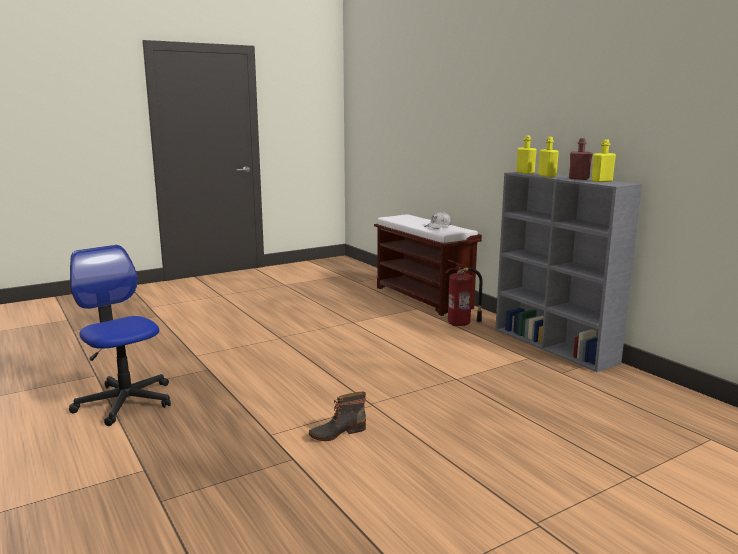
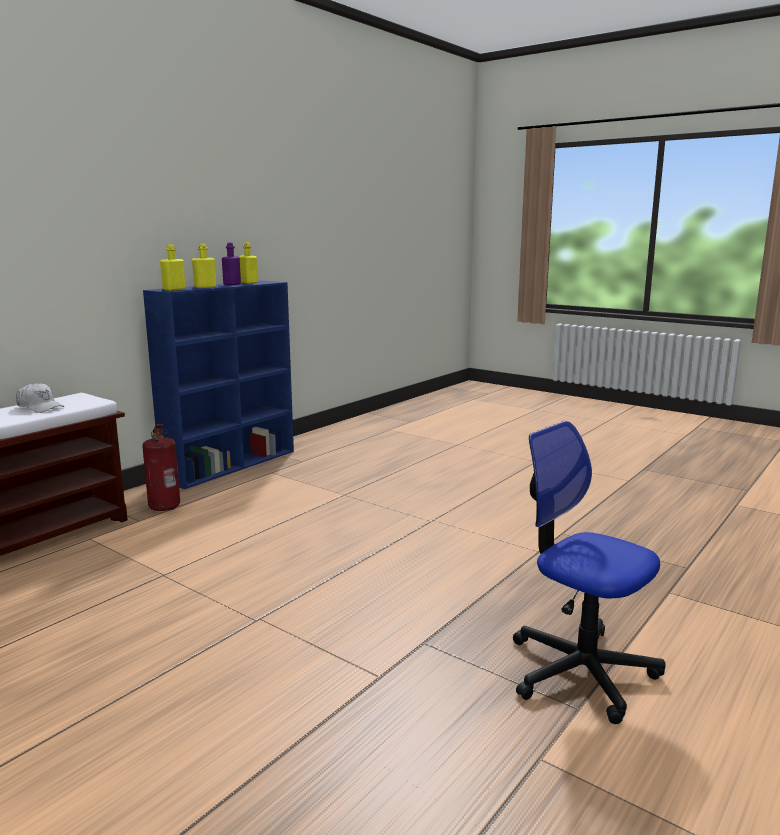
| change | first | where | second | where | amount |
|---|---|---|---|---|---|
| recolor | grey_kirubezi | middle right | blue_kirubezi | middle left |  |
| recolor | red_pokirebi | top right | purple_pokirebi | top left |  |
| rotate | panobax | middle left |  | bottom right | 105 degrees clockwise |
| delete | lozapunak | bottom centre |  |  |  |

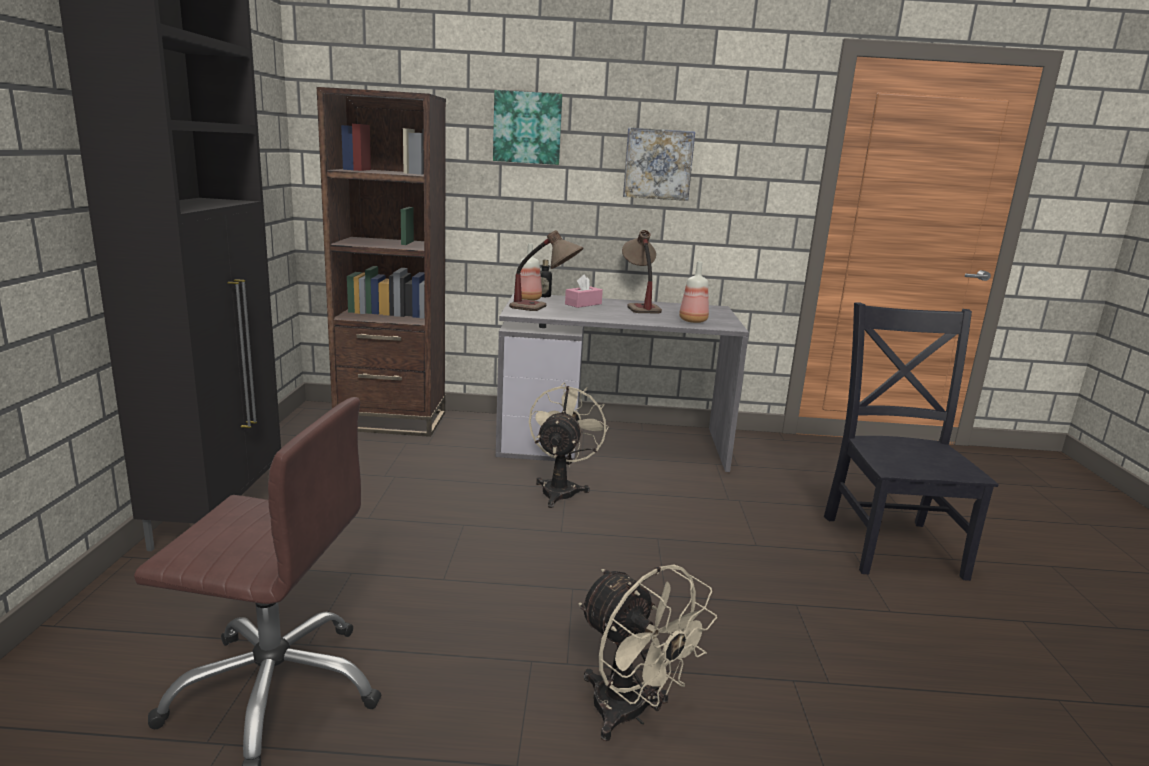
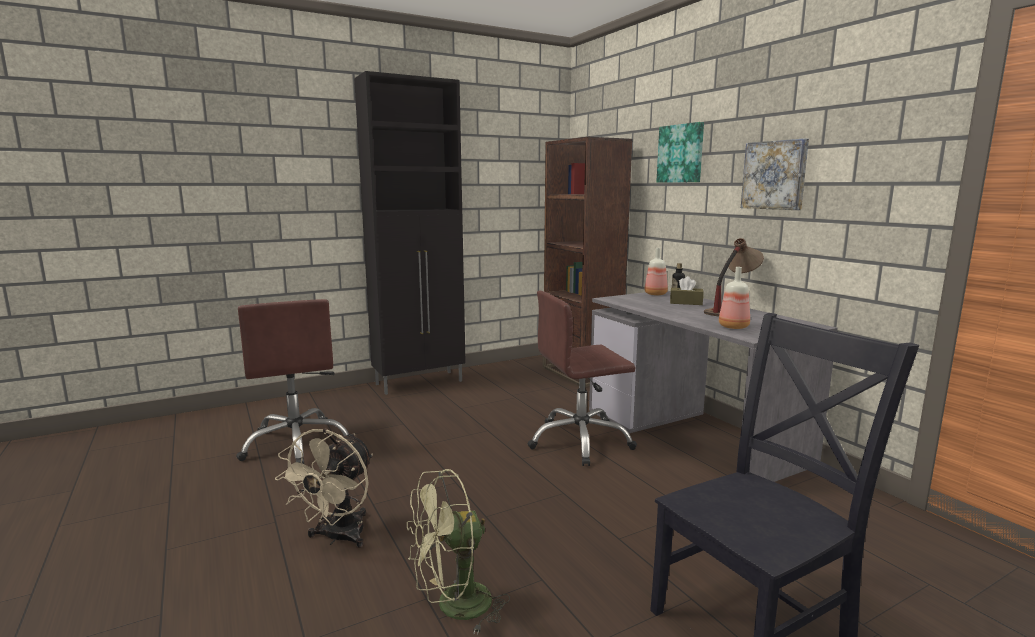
| change | first | where | second | where | amount |
|---|---|---|---|---|---|
| insert |  |  | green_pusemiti | bottom centre |  |
| replace | beige_pusemiti (1st from left) | centre | brown_panobax (2nd from left) | centre |  |
| recolor | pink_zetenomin | centre | brown_zetenomin | centre |  |
| delete | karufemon (1st from left) | centre |  |  |  |

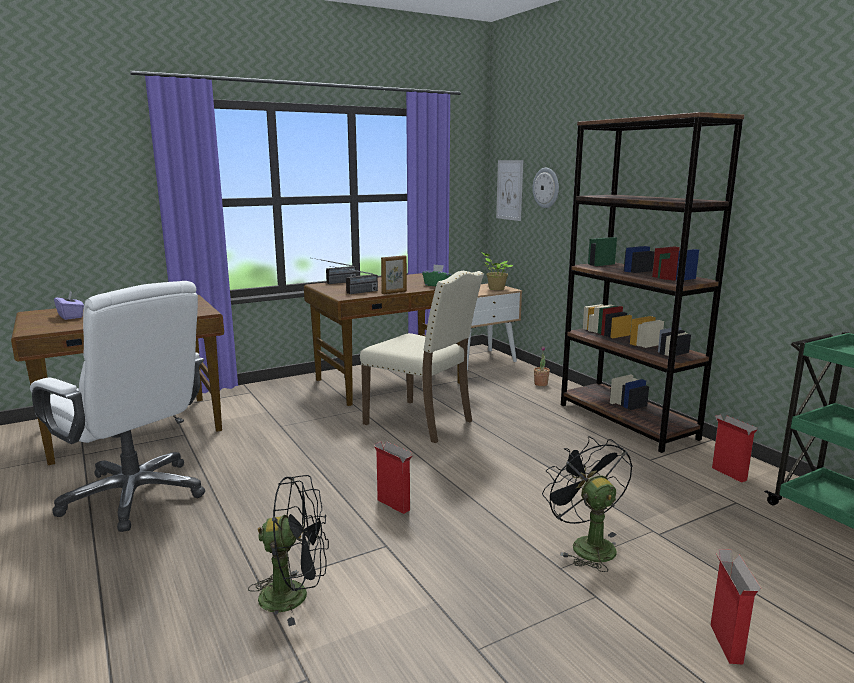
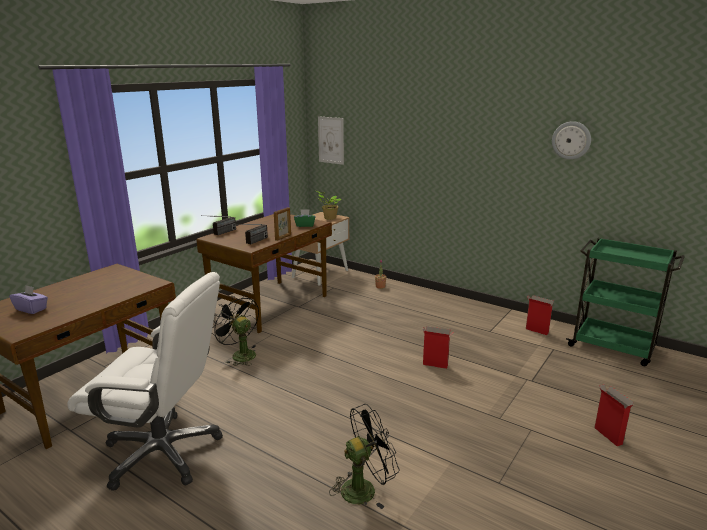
| change | first | where | second | where | amount |
|---|---|---|---|---|---|
| move | black_pusemiti (2nd from left in the first image) | bottom right | black_pusemiti (1st from left) | middle left |  |
| move | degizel (1st from left) | bottom centre |  | centre |  |
| move | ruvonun | top centre |  | top right |  |
| delete | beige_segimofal | centre |  |  |  |
| delete | brown_kirubezi | middle right |  |  |  |

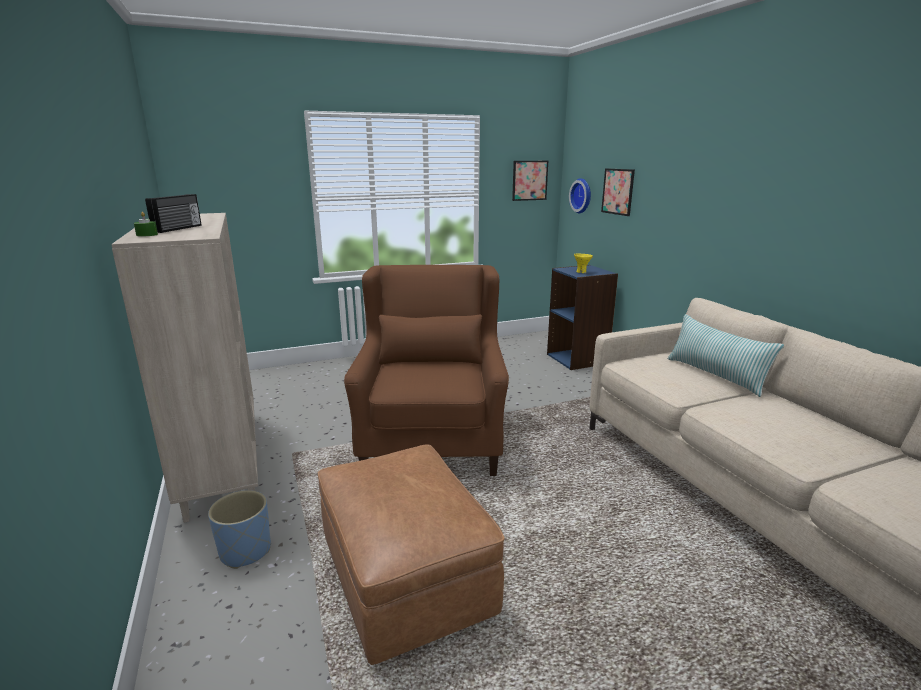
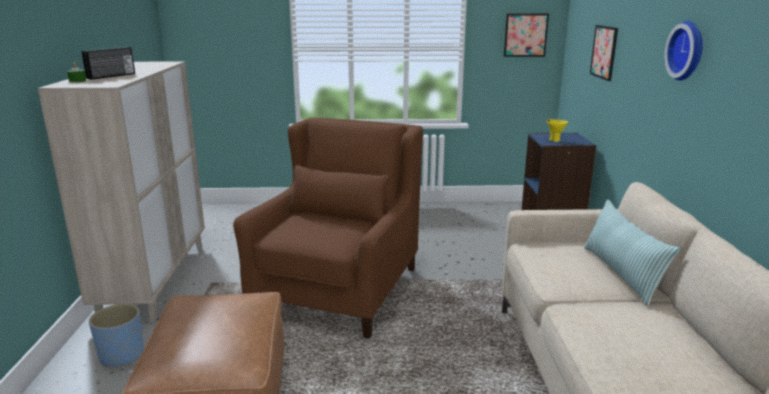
| change | first | where | second | where | amount |
|---|---|---|---|---|---|
| move | ruvonun | top centre |  | top right |  |

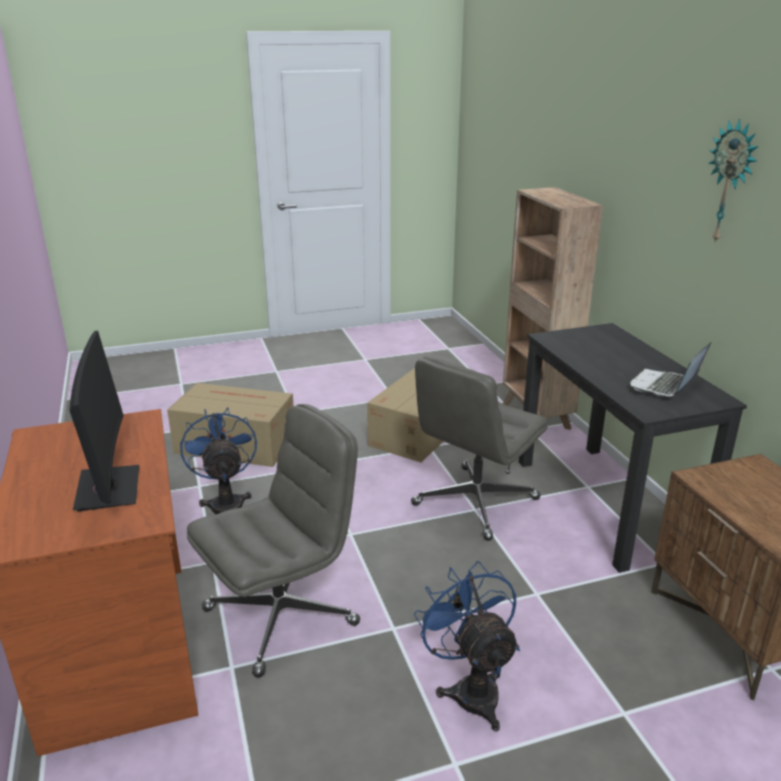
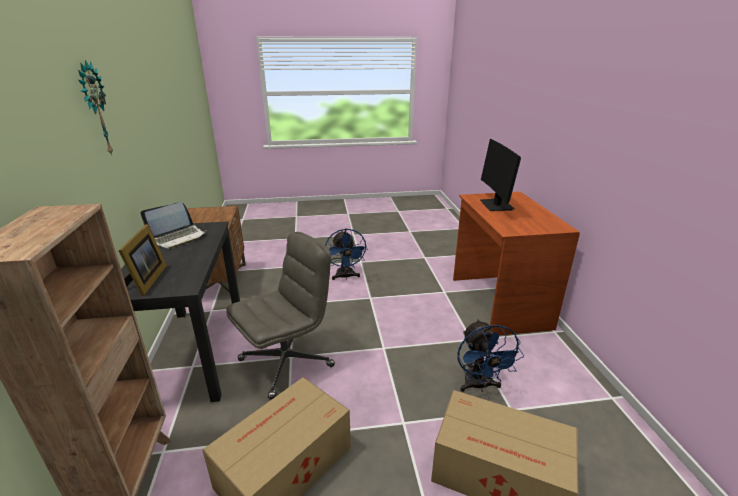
| change | first | where | second | where | amount |
|---|---|---|---|---|---|
| insert |  |  | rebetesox | middle left |  |
| delete | grey_panobax (1st from left) | bottom centre |  |  |  |

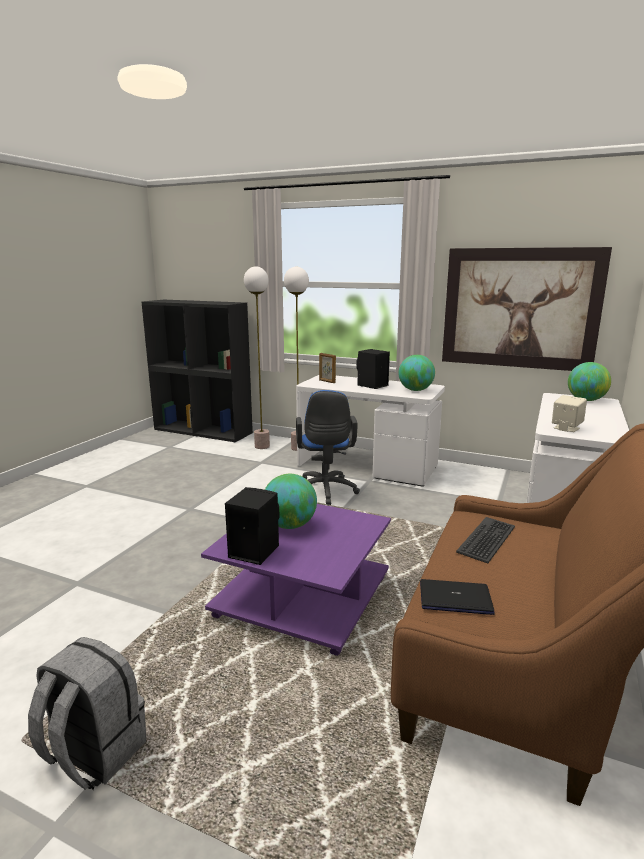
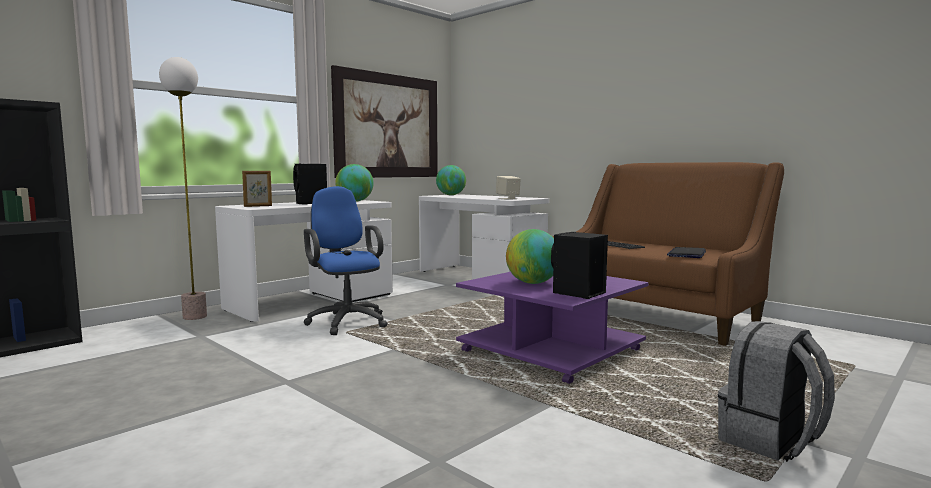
| change | first | where | second | where | amount |
|---|---|---|---|---|---|
| rotate | blue_panobax | centre |  | centre | 135 degrees counterclockwise |
| delete | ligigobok (1st from left) | centre |  |  |  |

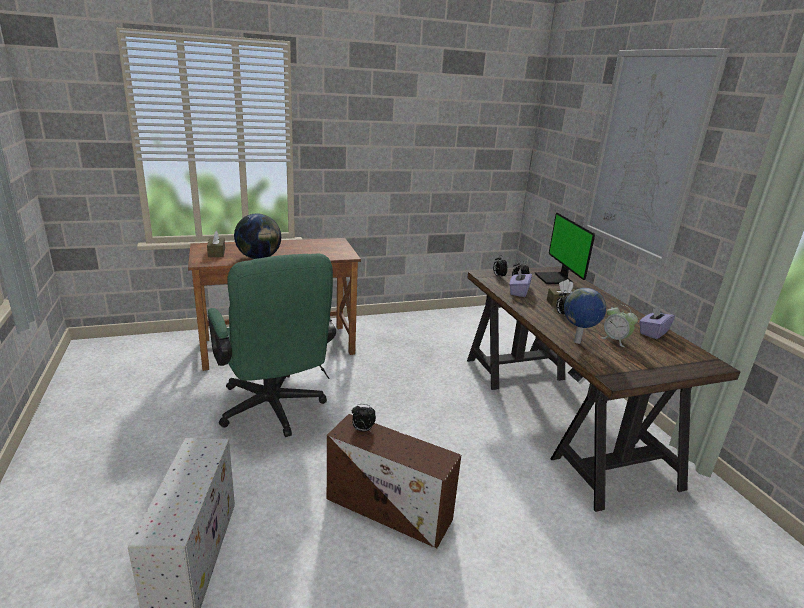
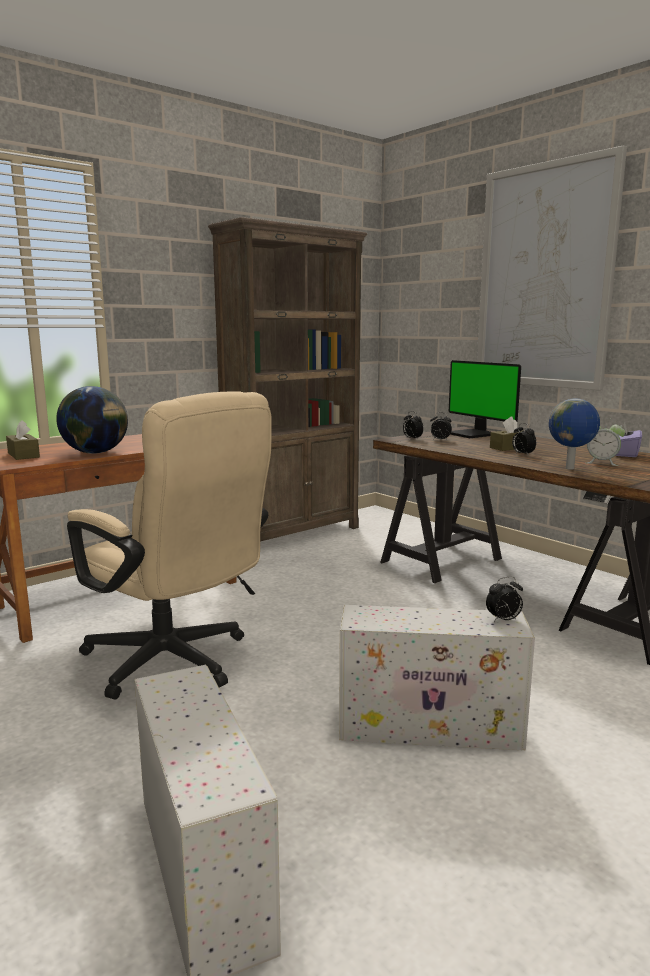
| change | first | where | second | where | amount |
|---|---|---|---|---|---|
| recolor | green_panobax | centre | beige_panobax | middle left |  |
| insert |  |  | brown_kirubezi | centre |  |
| recolor | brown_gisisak | bottom centre | white_gisisak (2nd from left) | bottom right |  |
| move | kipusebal (1st from left in the first image) | bottom centre | kipusebal (3rd from left) | middle right |  |
| delete | purple_zetenomin (1st from left) | centre |  |  |  |

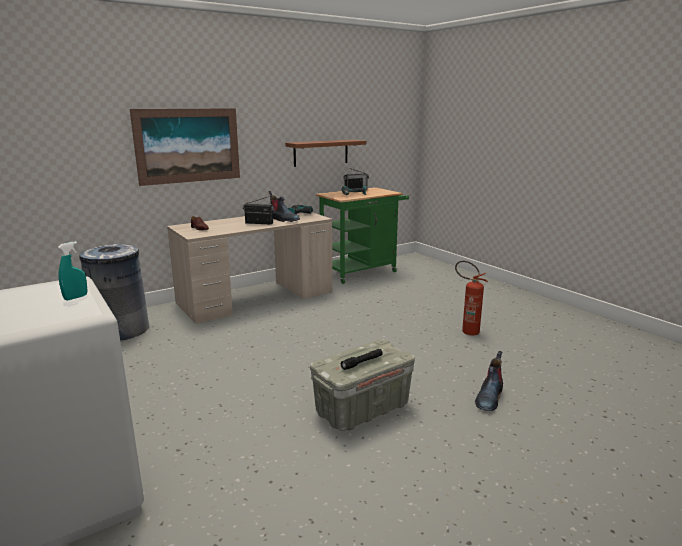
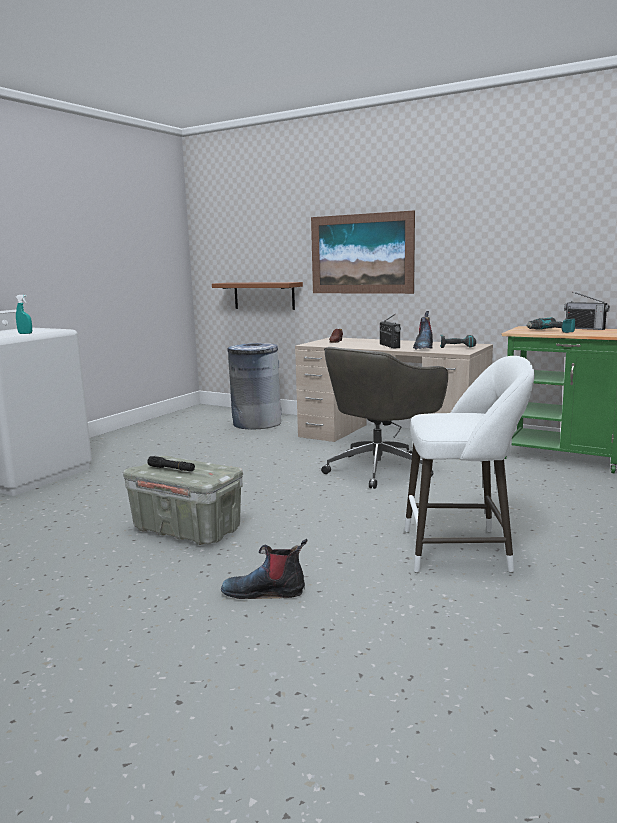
| change | first | where | second | where | amount |
|---|---|---|---|---|---|
| move | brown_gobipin | top centre |  | centre |  |
| insert |  |  | grey_panobax | centre |  |
| replace | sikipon | middle right | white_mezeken | middle right |  |

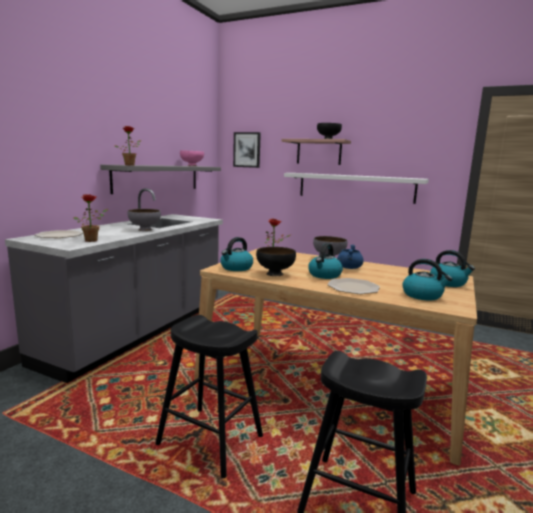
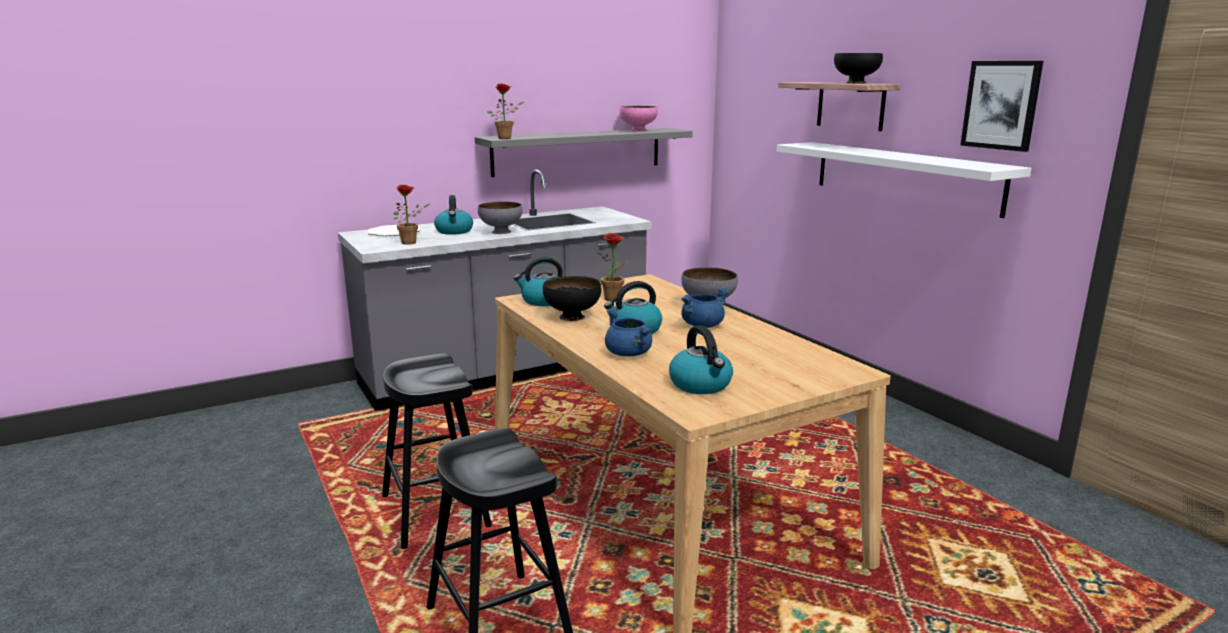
| change | first | where | second | where | amount |
|---|---|---|---|---|---|
| move | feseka (4th from left in the first image) | middle right | feseka (1st from left) | centre |  |
| replace | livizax (2nd from left) | centre | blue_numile (1st from left) | centre |  |
| move | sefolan | top centre |  | top right |  |

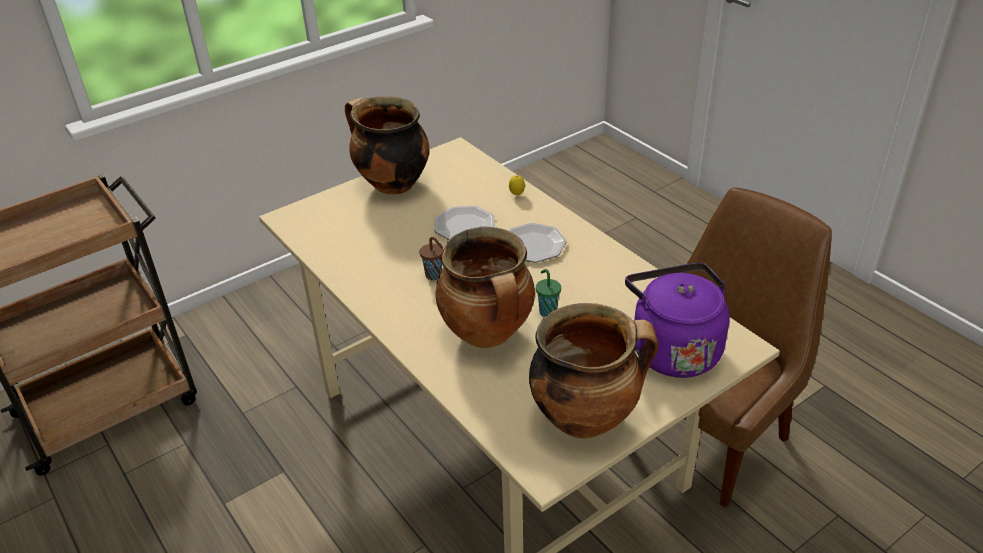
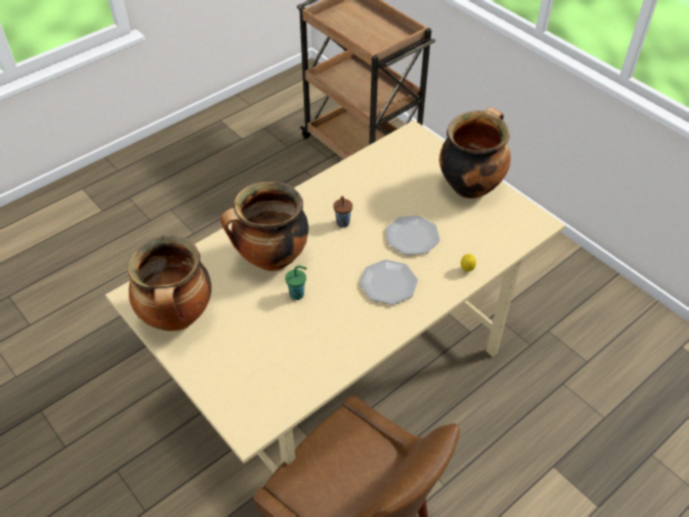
| change | first | where | second | where | amount |
|---|---|---|---|---|---|
| delete | purple_feseka | middle right |  |  |  |

